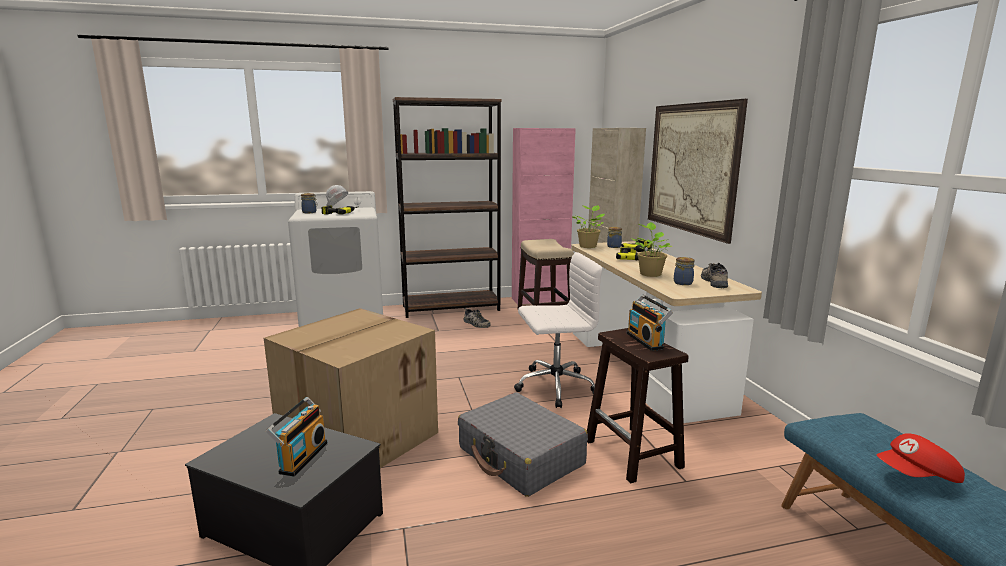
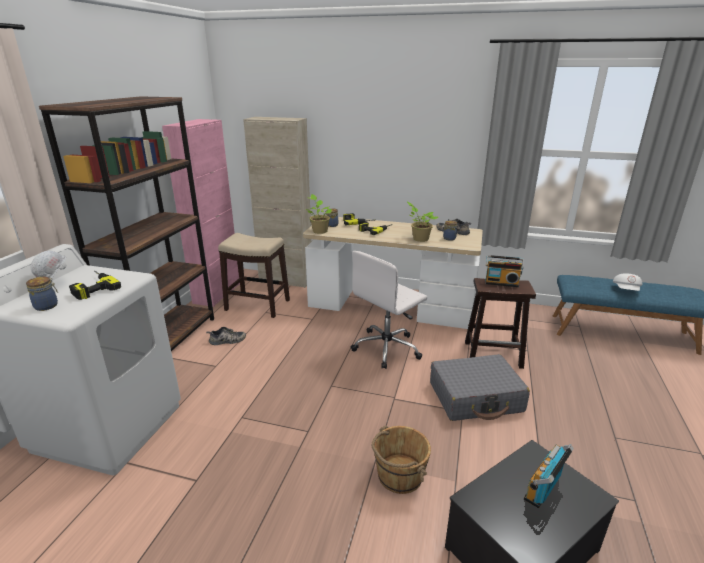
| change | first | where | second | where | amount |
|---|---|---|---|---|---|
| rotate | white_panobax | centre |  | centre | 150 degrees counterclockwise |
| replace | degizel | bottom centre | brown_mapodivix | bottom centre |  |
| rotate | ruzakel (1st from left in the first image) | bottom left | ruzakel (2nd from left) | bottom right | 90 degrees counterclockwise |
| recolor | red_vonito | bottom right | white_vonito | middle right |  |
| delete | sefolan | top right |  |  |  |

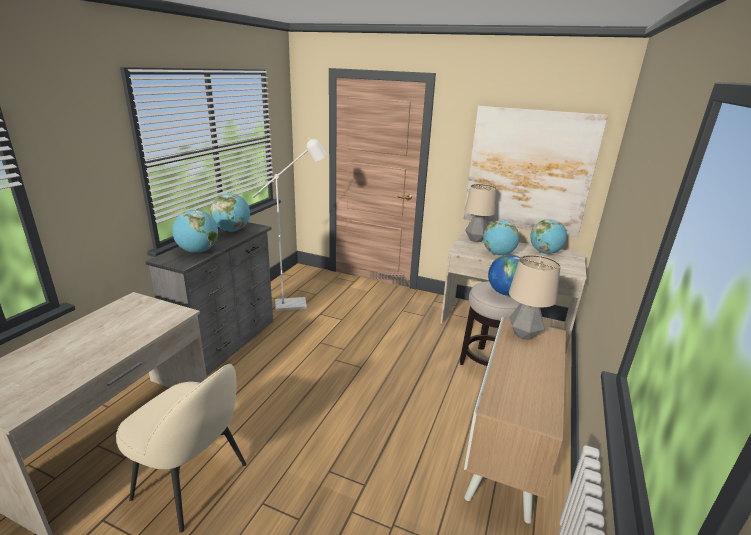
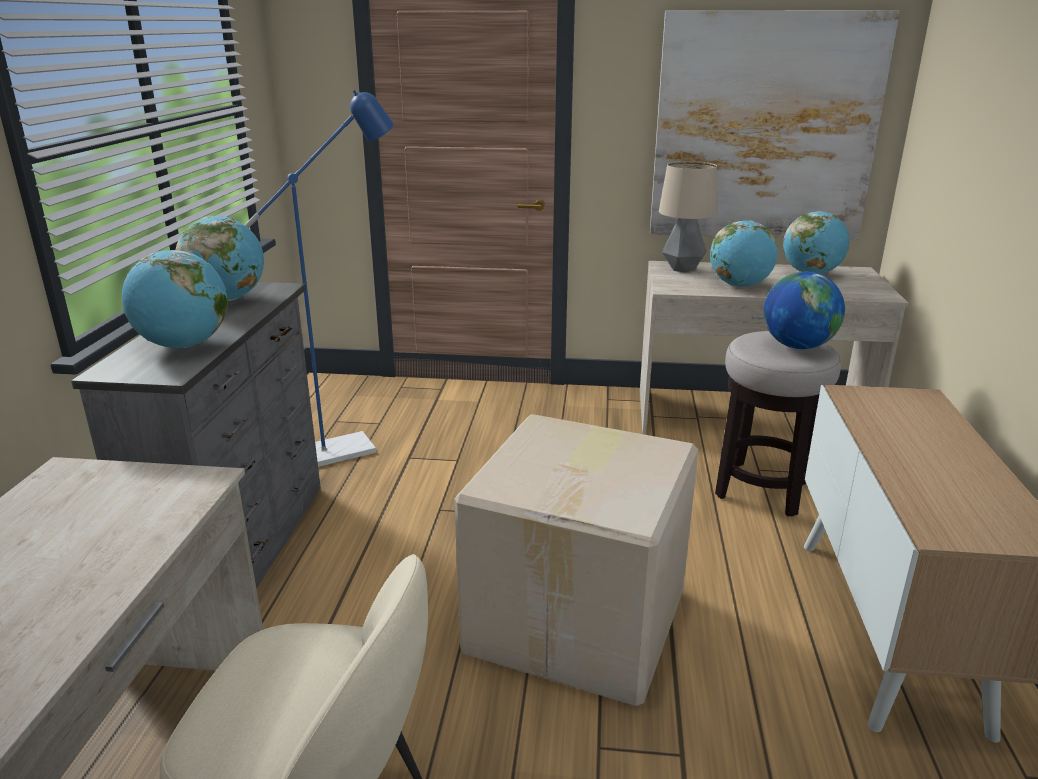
| change | first | where | second | where | amount |
|---|---|---|---|---|---|
| recolor | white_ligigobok | centre | blue_ligigobok | middle left |  |
| insert |  |  | degizel | bottom centre |  |
| delete | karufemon (2nd from left) | middle right |  |  |  |

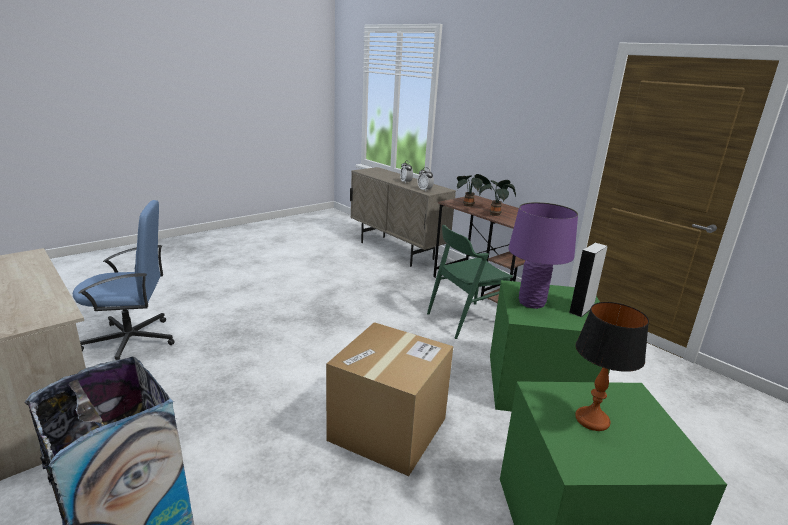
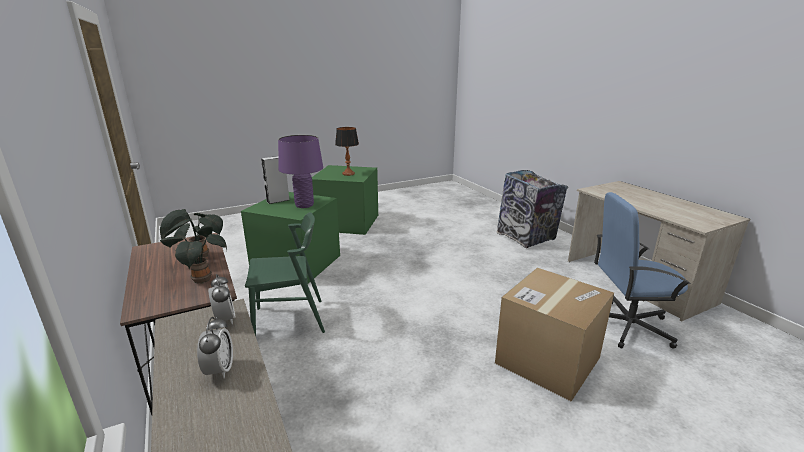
| change | first | where | second | where | amount |
|---|---|---|---|---|---|
| move | degizel | bottom centre |  | bottom right |  |

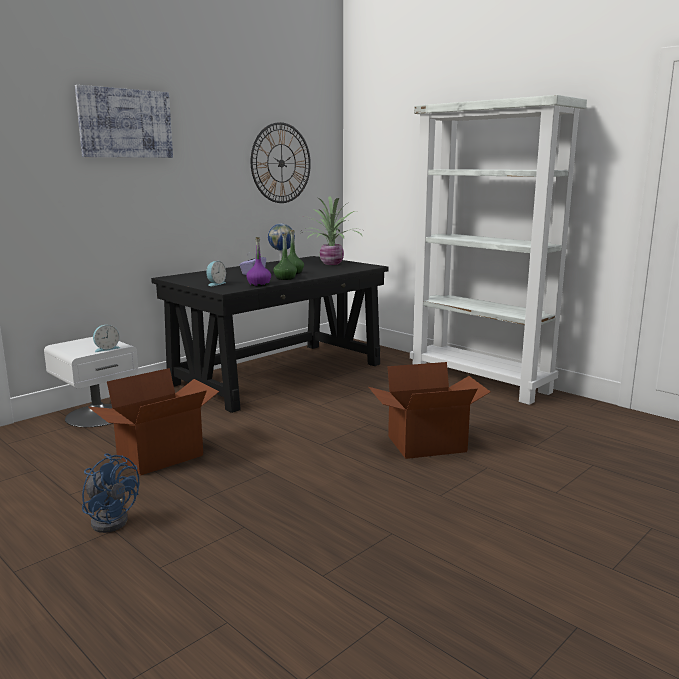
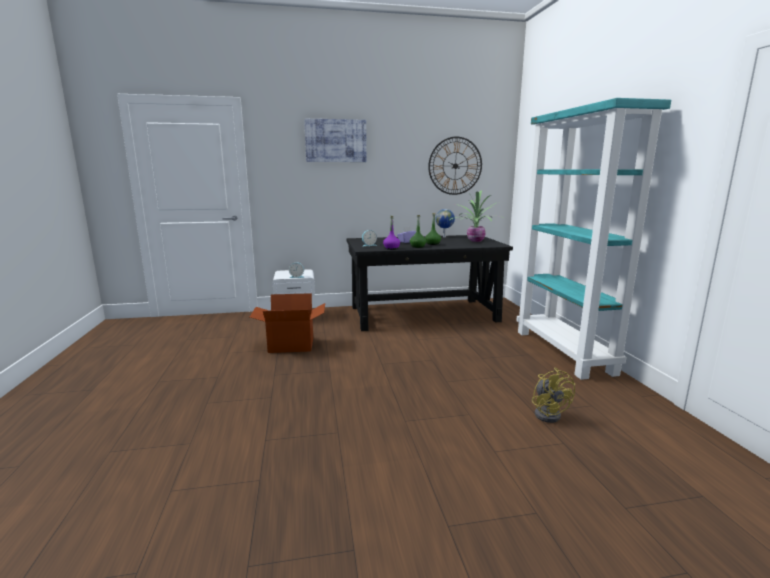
| change | first | where | second | where | amount |
|---|---|---|---|---|---|
| recolor | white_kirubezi | middle right | turquoise_kirubezi | middle right |  |
| insert |  |  | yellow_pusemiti | bottom right |  |
| delete | blue_pusemiti | bottom left |  |  |  |
| delete | degizel (2nd from left) | centre |  |  |  |

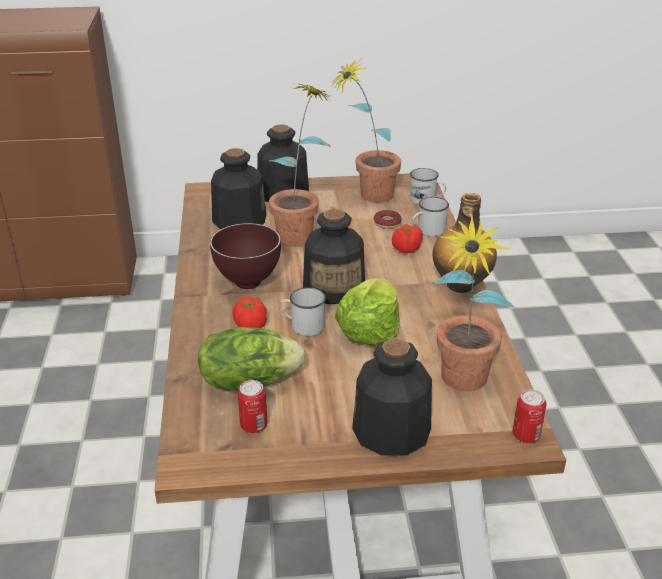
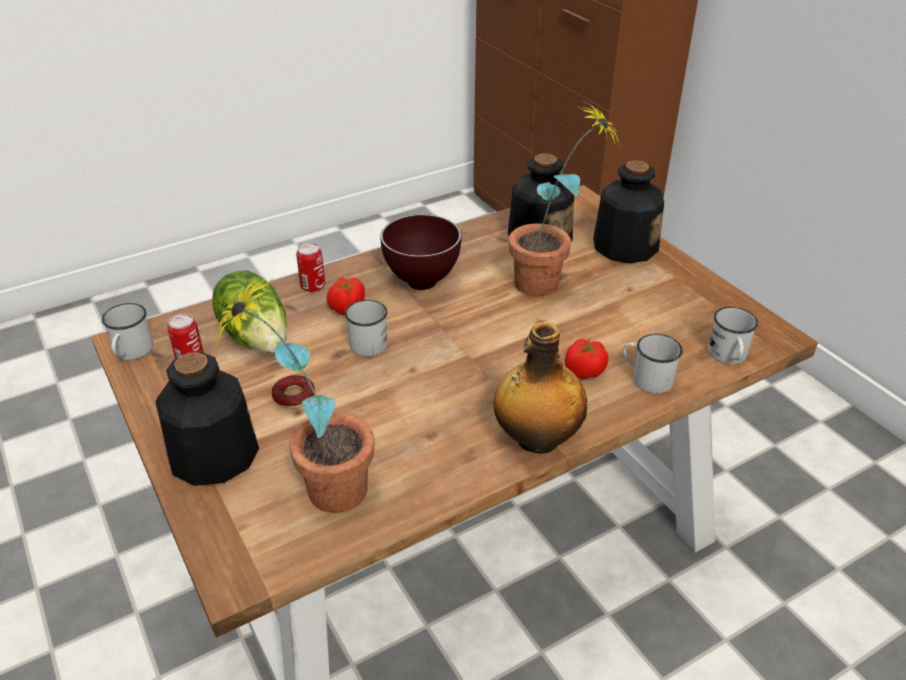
| change | first | where | second | where | amount |
|---|---|---|---|---|---|
| insert |  |  | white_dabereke (1st from left) | middle left |  |
| move | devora | centre |  | middle left |  |
| move | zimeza (2nd from left) | bottom right |  | centre |  |
| delete | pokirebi (3rd from left) | centre |  |  |  |
| delete | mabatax (2nd from left) | top centre |  |  |  |
| delete | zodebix (2nd from left) | centre |  |  |  |

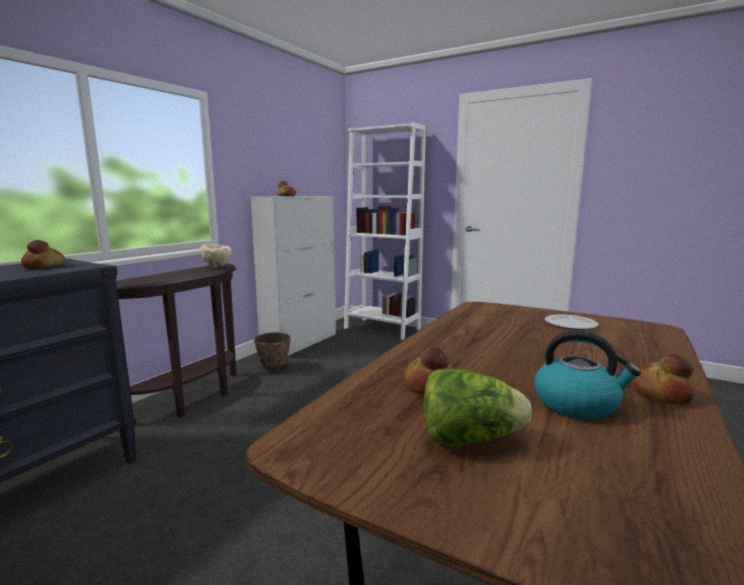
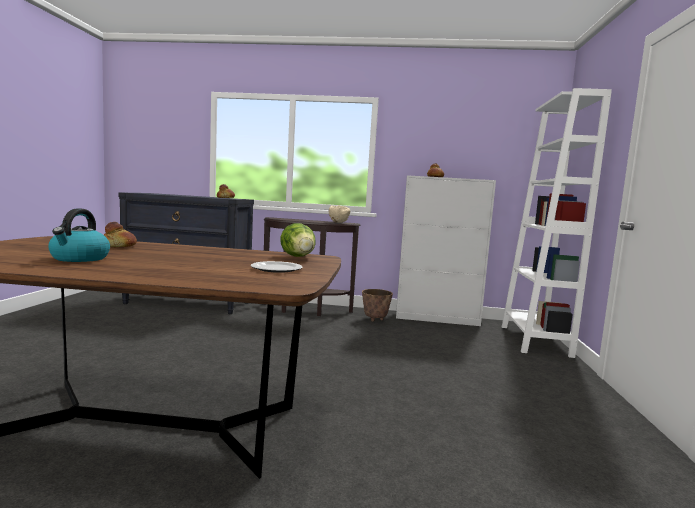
| change | first | where | second | where | amount |
|---|---|---|---|---|---|
| move | zodebix | bottom centre |  | centre |  |
| delete | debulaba (4th from left) | middle right |  |  |  |

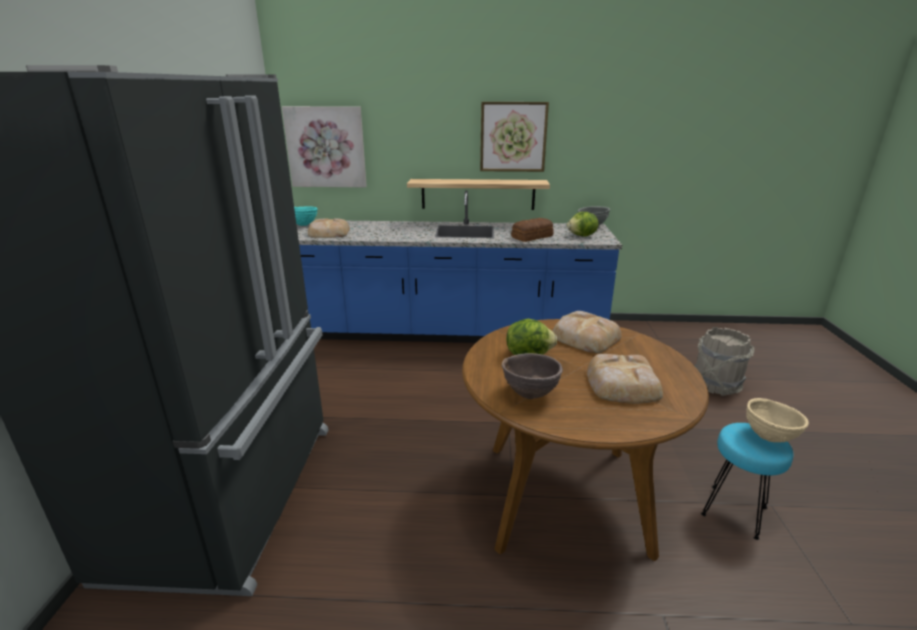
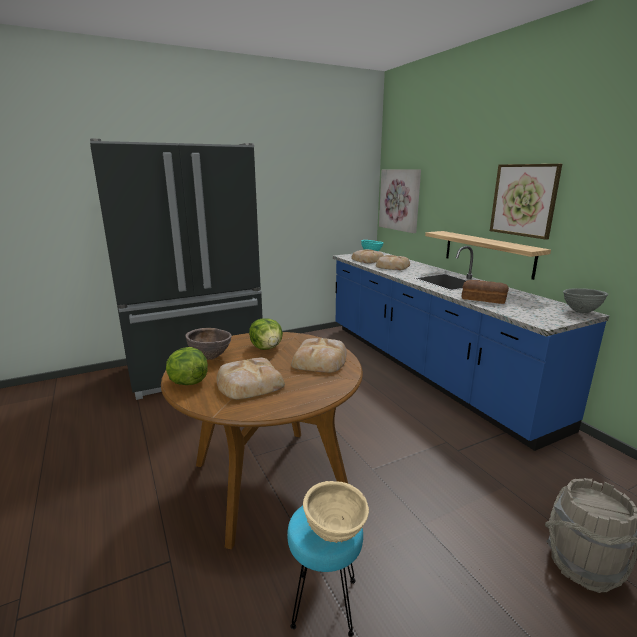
| change | first | where | second | where | amount |
|---|---|---|---|---|---|
| move | zodebix (2nd from left in the first image) | centre | zodebix (1st from left) | middle left |  |
| insert |  |  | debulaba (4th from left) | centre |  |

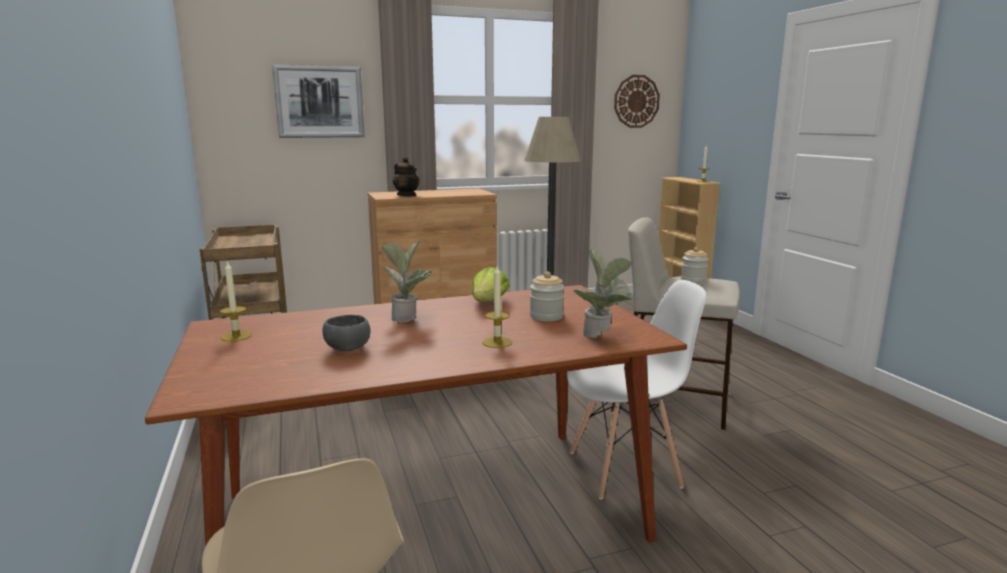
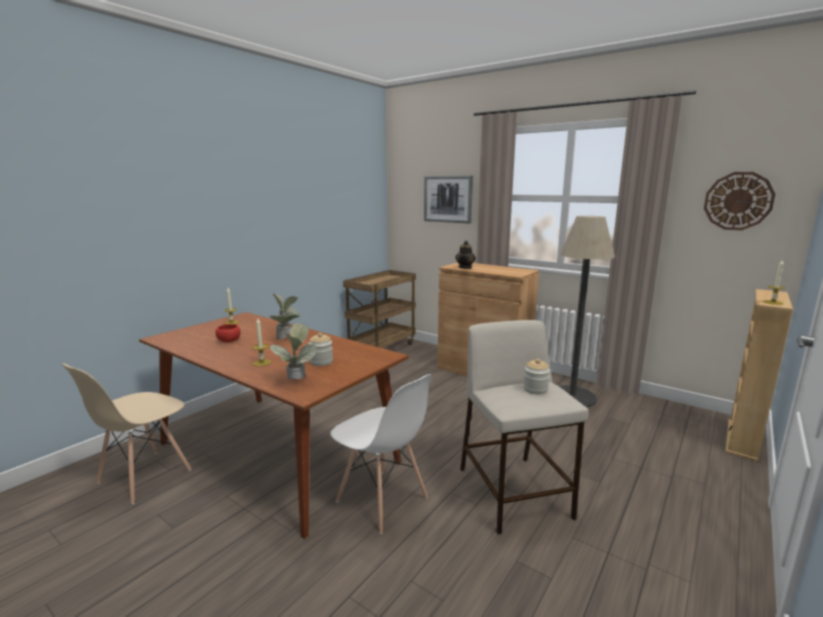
| change | first | where | second | where | amount |
|---|---|---|---|---|---|
| recolor | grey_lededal | centre | red_lededal | middle left |  |
| delete | zodebix | centre |  |  |  |

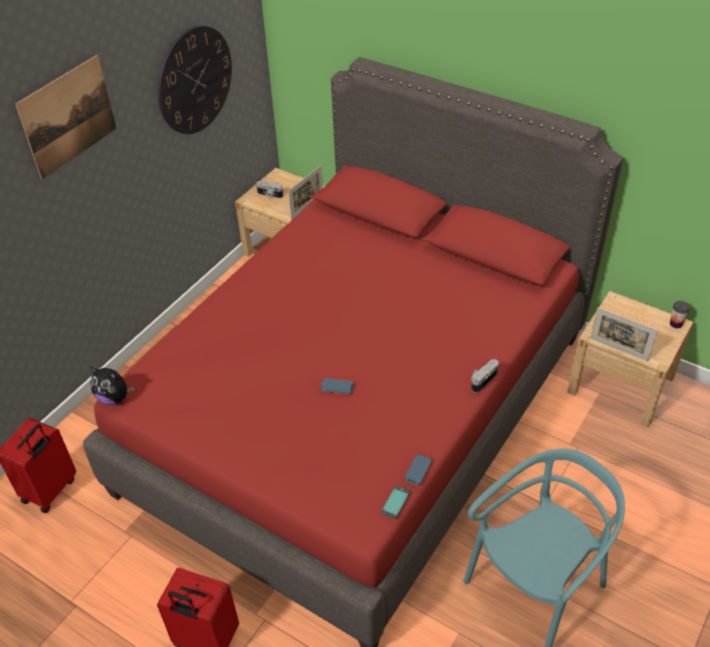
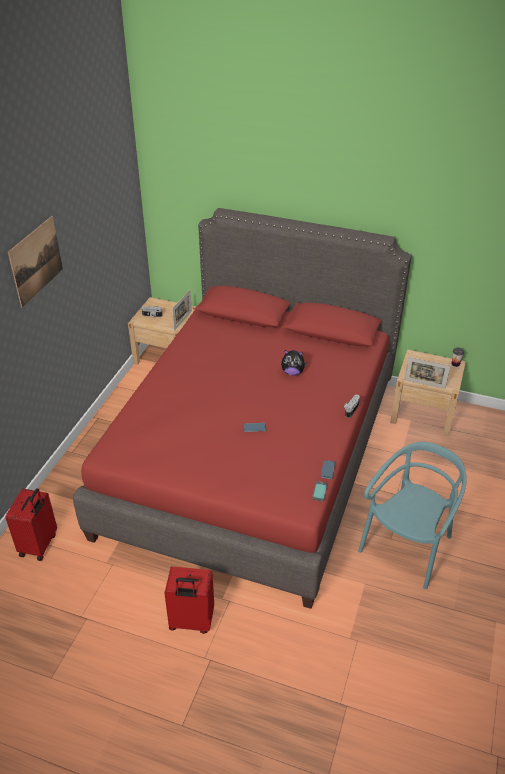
| change | first | where | second | where | amount |
|---|---|---|---|---|---|
| move | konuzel | middle left |  | centre |  |
| delete | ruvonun | top left |  |  |  |

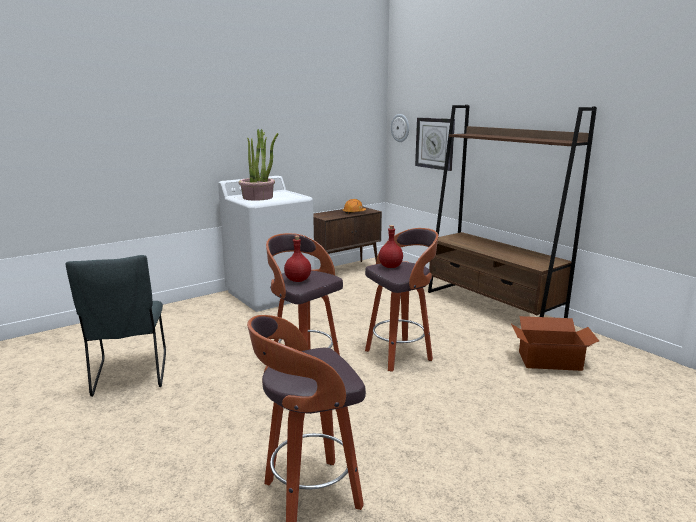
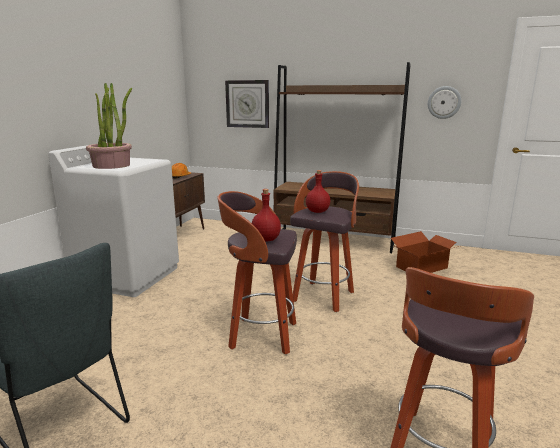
| change | first | where | second | where | amount |
|---|---|---|---|---|---|
| move | ruvonun (1st from left in the first image) | top centre | ruvonun (2nd from left) | top right |  |

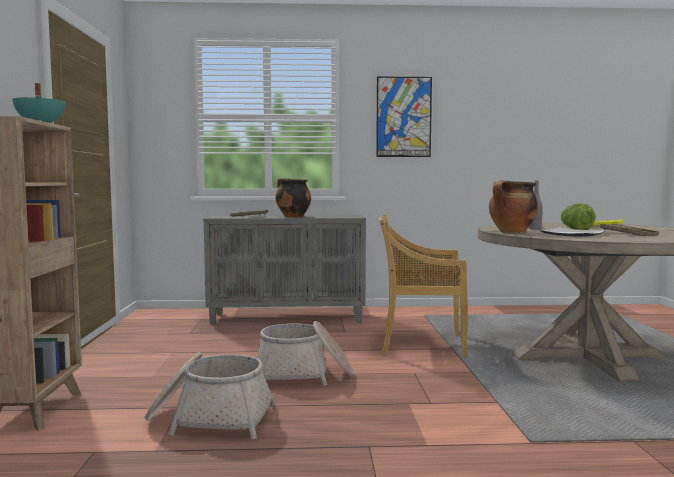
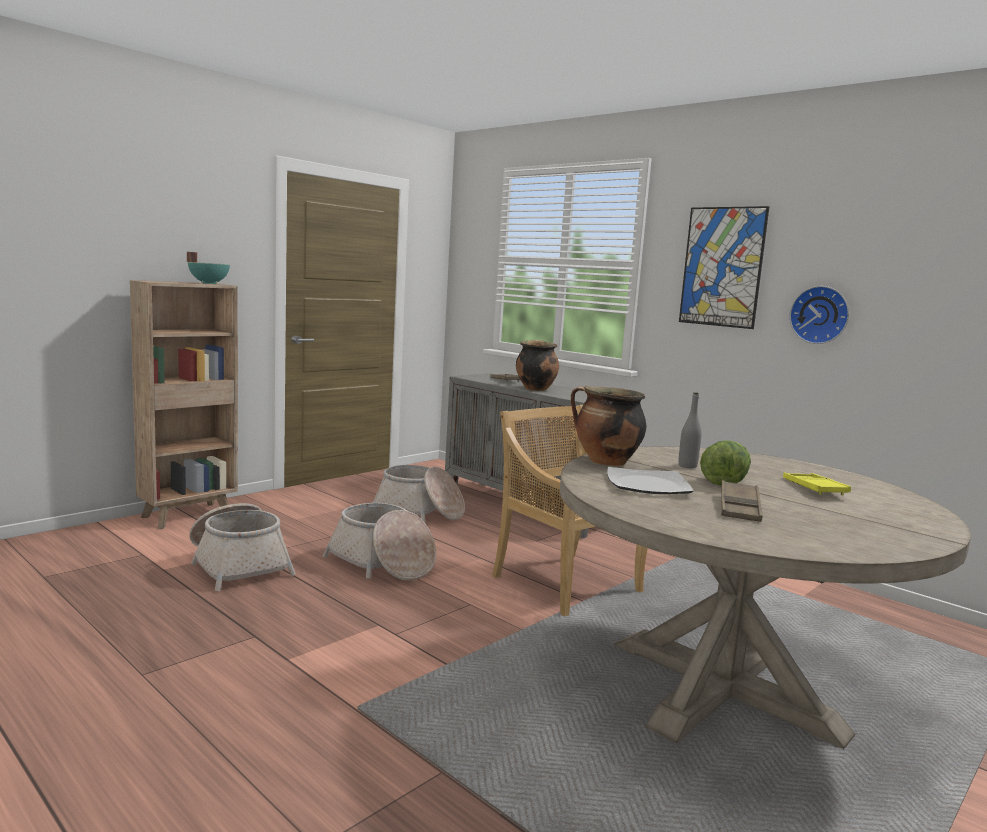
| change | first | where | second | where | amount |
|---|---|---|---|---|---|
| insert |  |  | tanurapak (3rd from left) | centre |  |
| insert |  |  | ruvonun | middle right |  |

